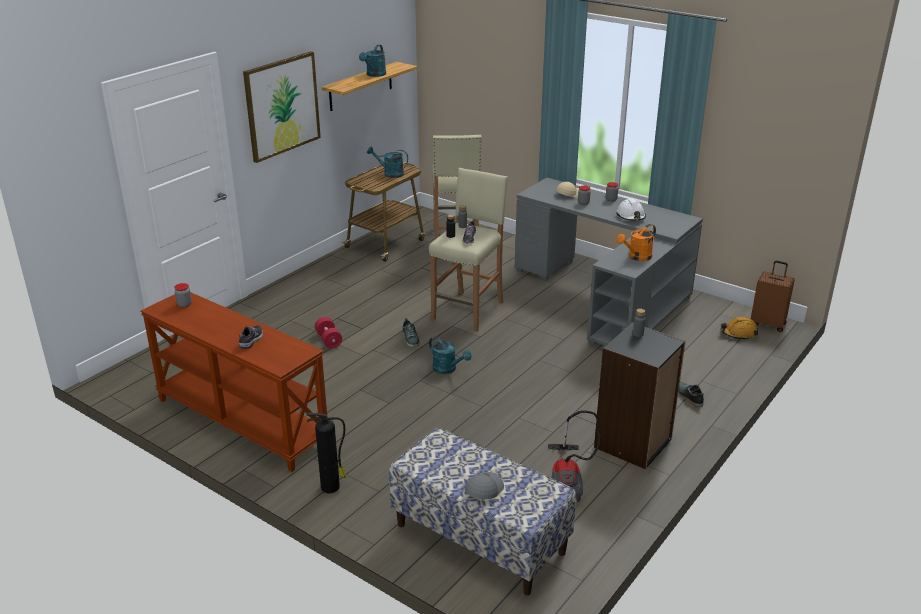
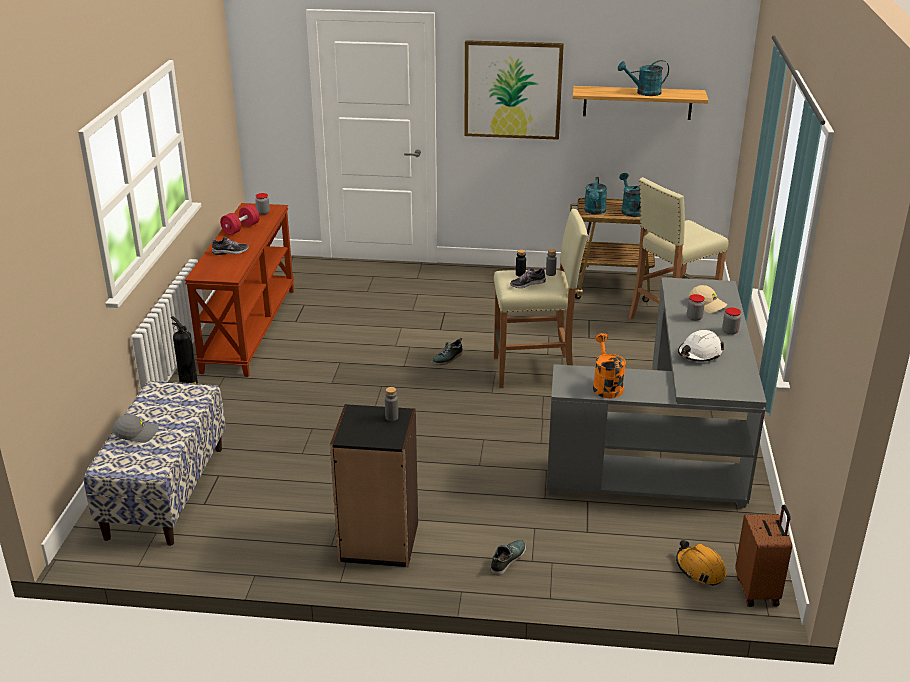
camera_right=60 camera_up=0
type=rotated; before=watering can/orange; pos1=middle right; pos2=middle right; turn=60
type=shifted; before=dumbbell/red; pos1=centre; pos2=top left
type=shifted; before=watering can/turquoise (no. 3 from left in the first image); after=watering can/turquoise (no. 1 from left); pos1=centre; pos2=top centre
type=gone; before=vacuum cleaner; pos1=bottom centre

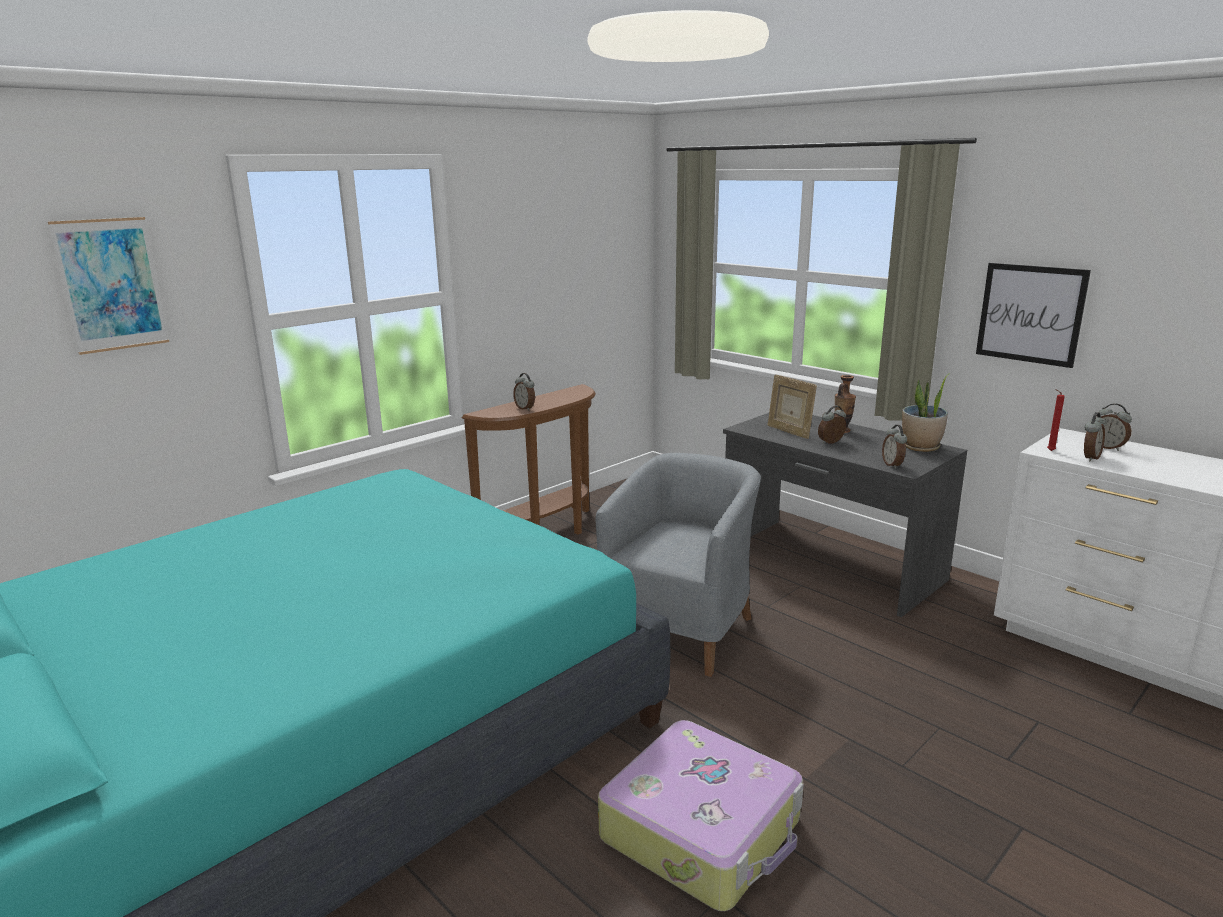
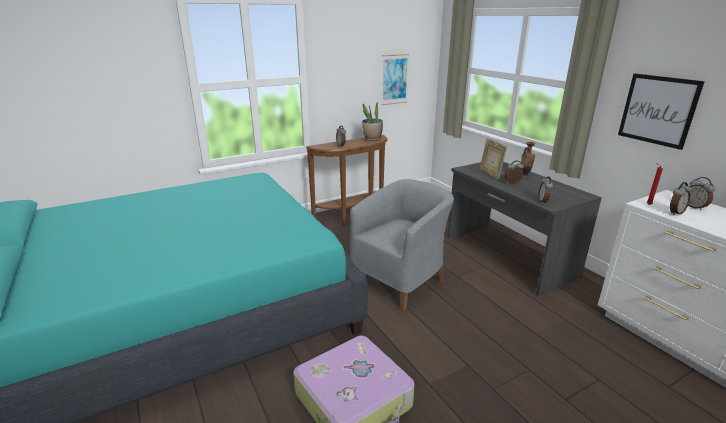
camera_right=15 camera_up=5
type=shifted; before=picture (no. 1 from left); pos1=top left; pos2=top centre
type=shifted; before=potted plant; pos1=middle right; pos2=top centre

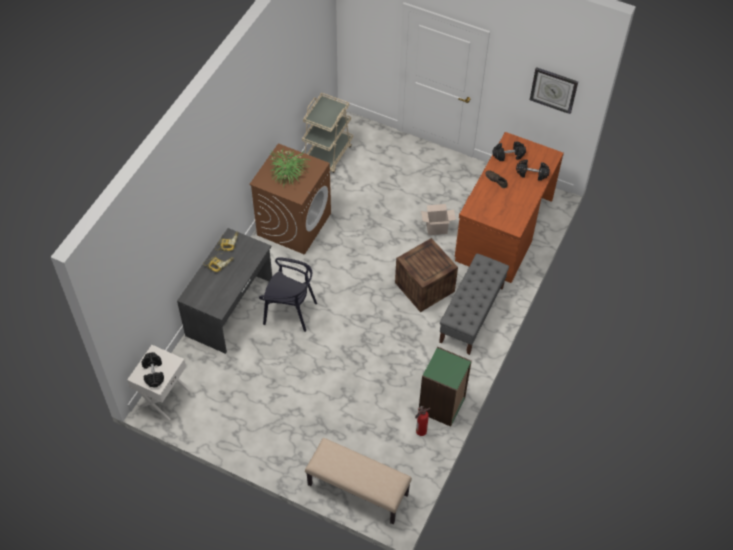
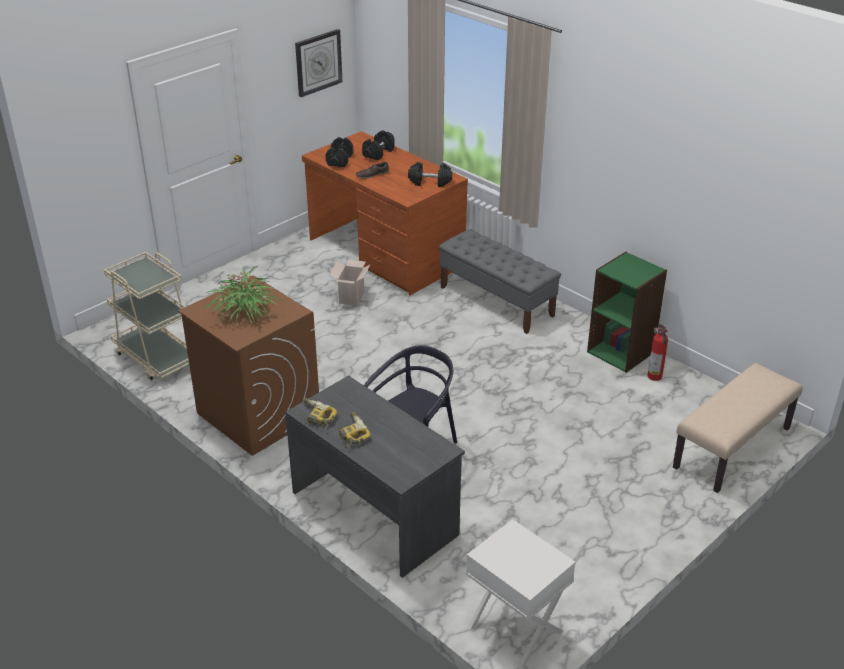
camera_right=-70 camera_up=-20
type=gone; before=crate; pos1=centre
type=shifted; before=dumbbell/black (no. 1 from left in the first image); after=dumbbell/black (no. 3 from left); pos1=bottom left; pos2=top centre

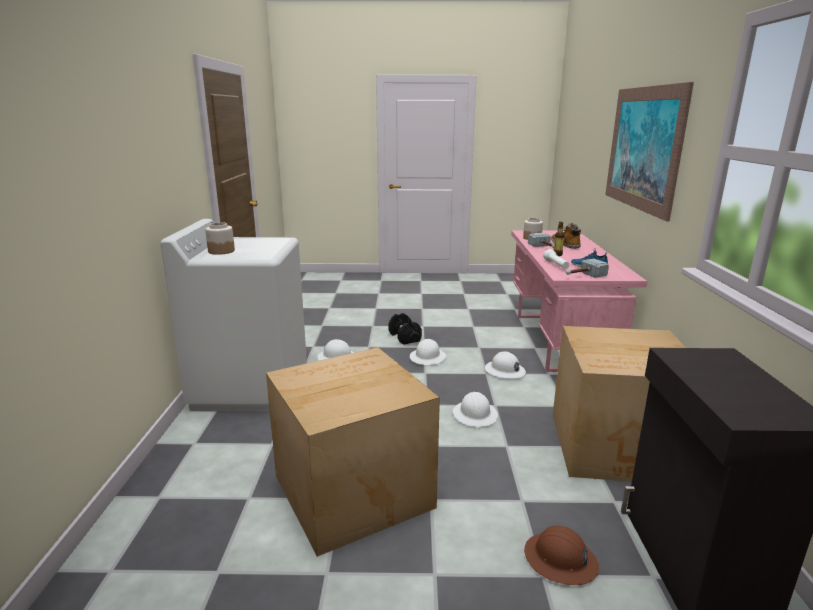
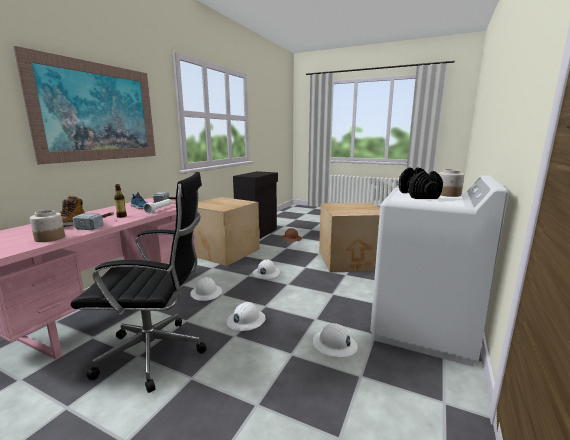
camera_right=-155 camera_up=-5
type=shifted; before=dumbbell/black; pos1=centre; pos2=middle right
type=new; after=office chair/black; pos2=middle left

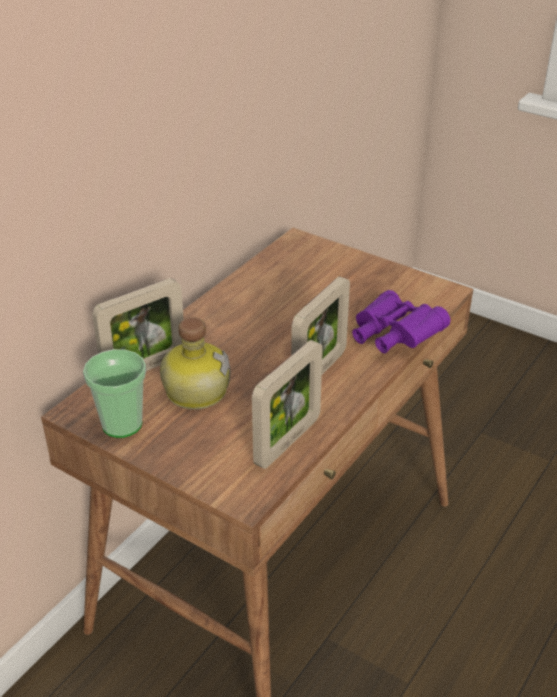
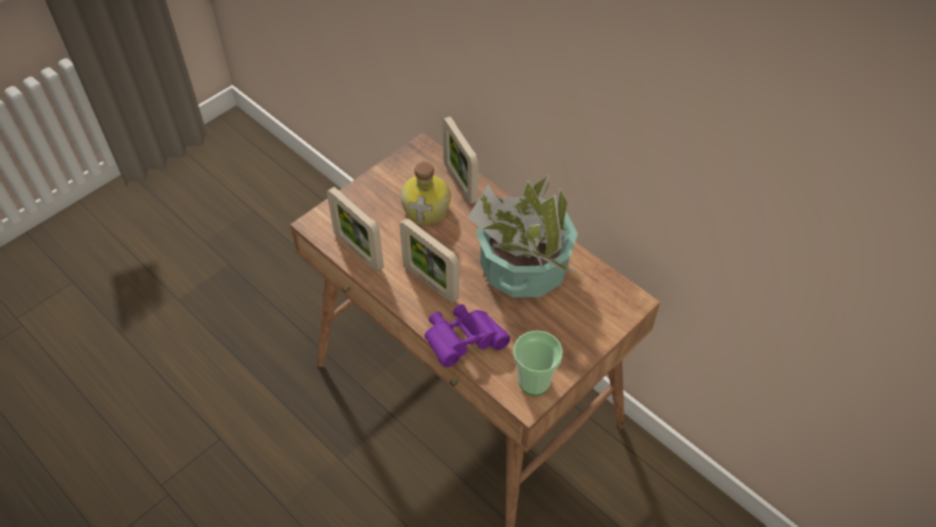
camera_right=100 camera_up=15
type=shifted; before=cup; pos1=middle left; pos2=bottom centre
type=new; after=potted plant; pos2=centre

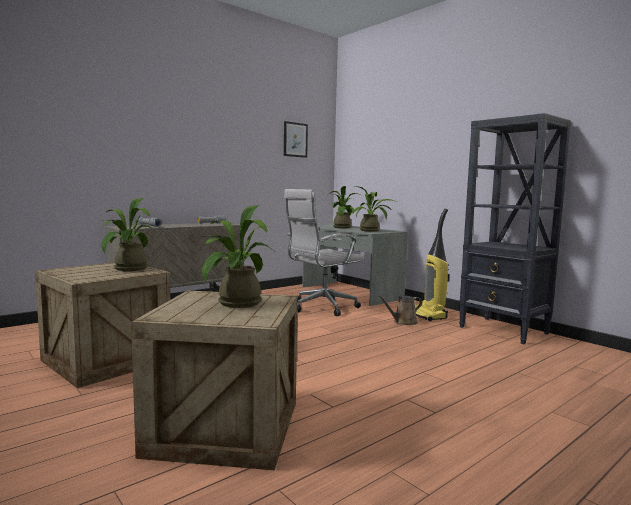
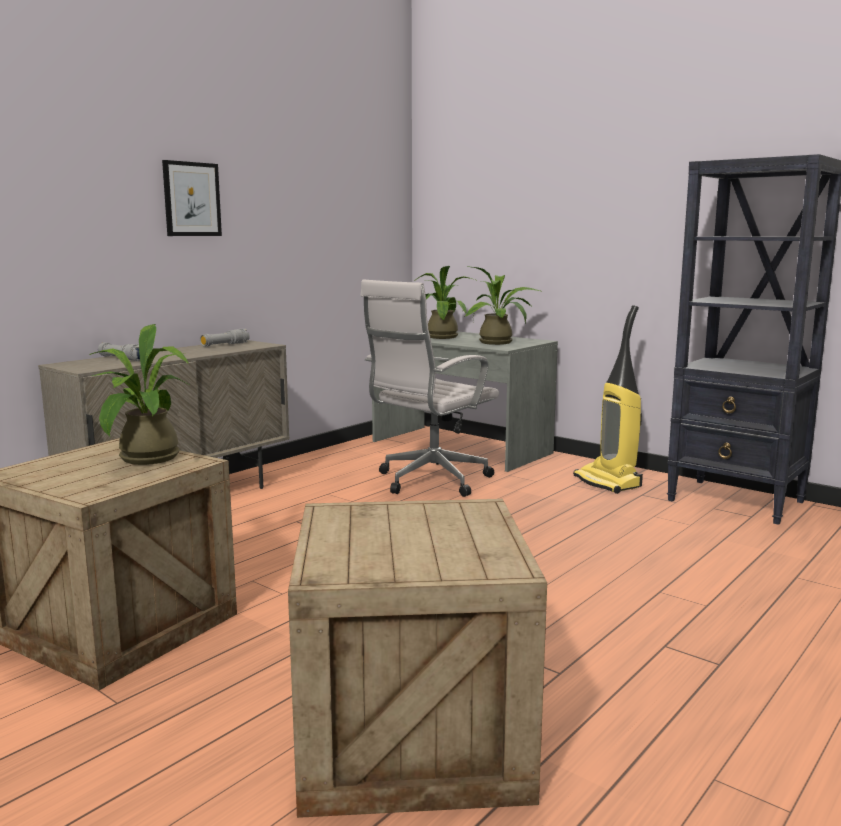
camera_right=-10 camera_up=5
type=shifted; before=picture; pos1=top centre; pos2=top left
type=gone; before=potted plant (no. 2 from left); pos1=centre
type=gone; before=watering can/brown; pos1=centre

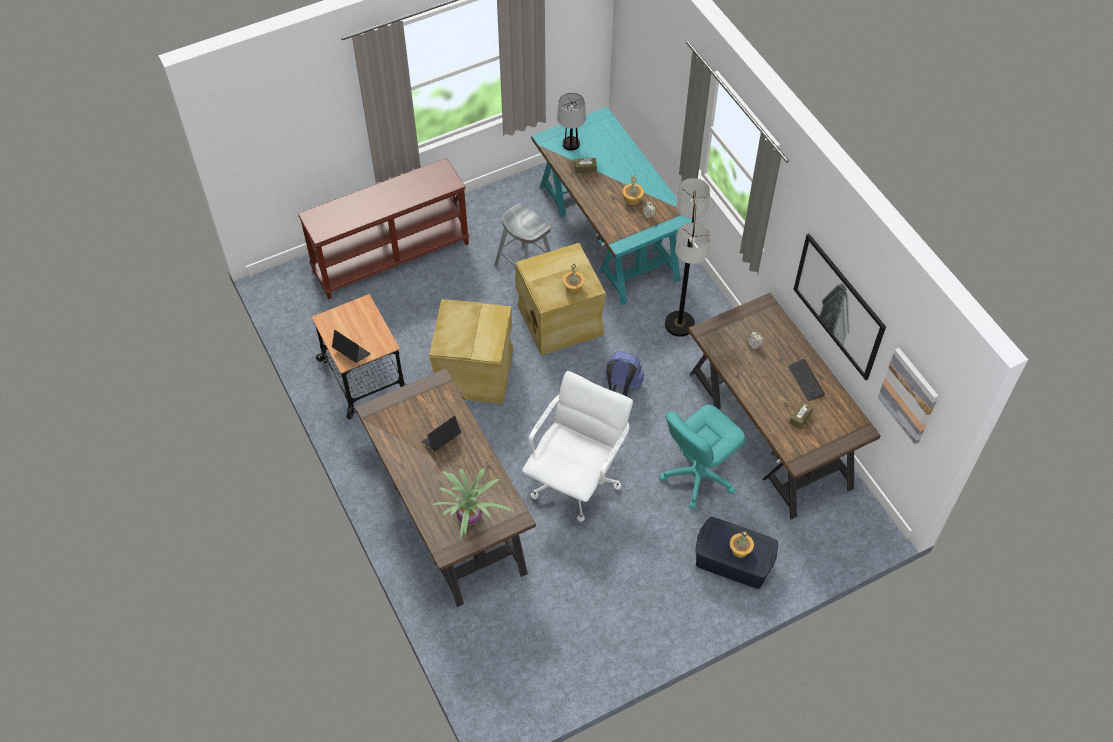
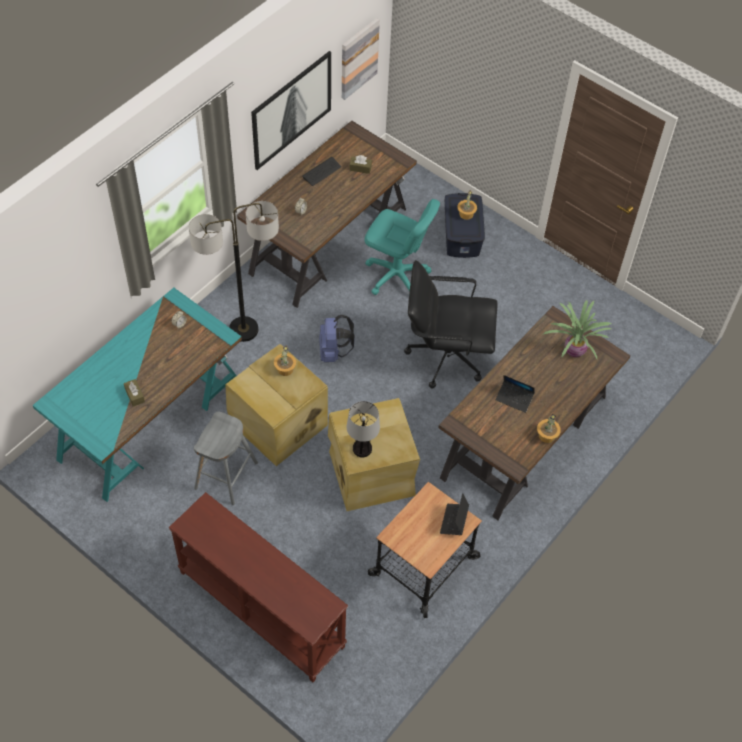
camera_right=-115 camera_up=0
type=shifted; before=table lamp; pos1=top centre; pos2=centre
type=shifted; before=potted plant (no. 3 from left); pos1=top centre; pos2=middle right
type=repainted; before=office chair/white; after=office chair/black; pos1=centre; pos2=centre

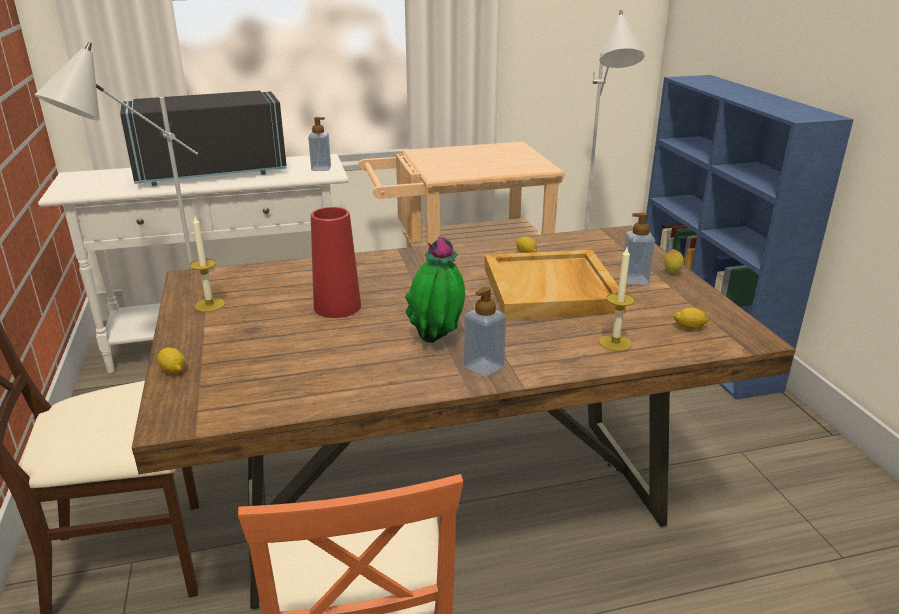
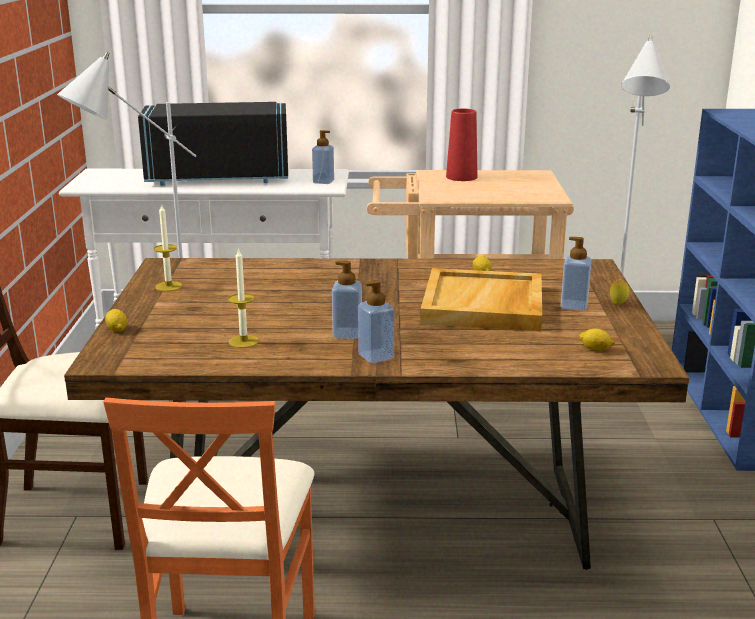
camera_right=15 camera_up=-5
type=shifted; before=vase/red; pos1=centre; pos2=top centre
type=swapped; before=potted plant; after=soap dispenser (no. 2 from left); pos1=centre; pos2=centre
type=shifted; before=candle (no. 2 from left); pos1=middle right; pos2=middle left

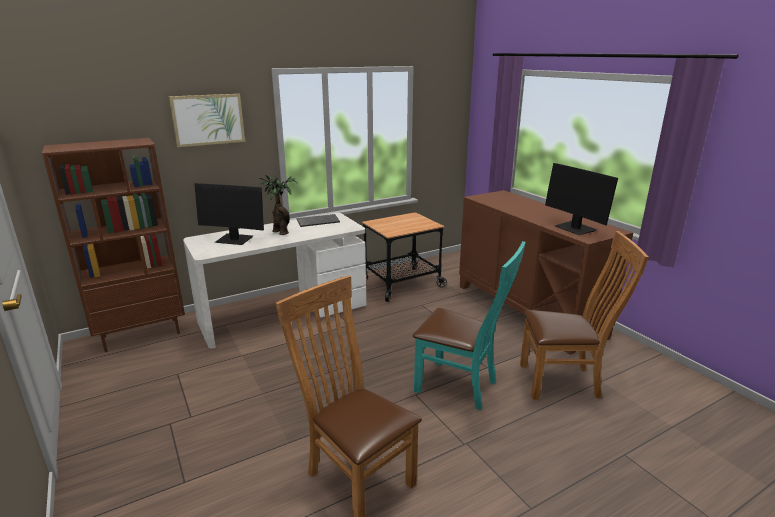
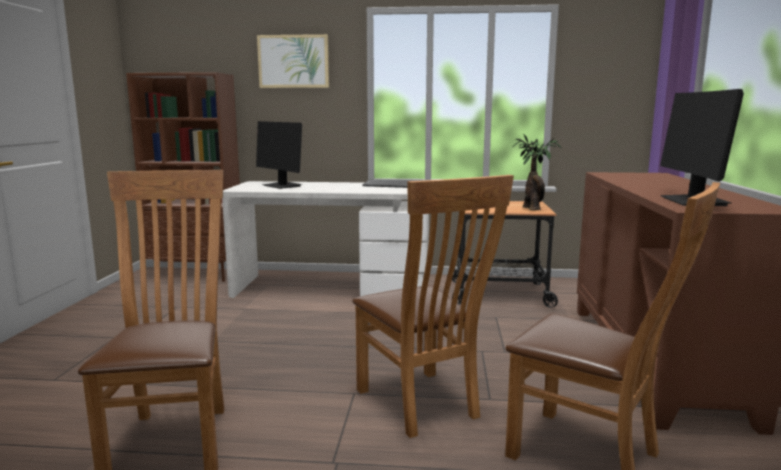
camera_right=35 camera_up=-10
type=shifted; before=potted plant; pos1=centre; pos2=middle right
type=repainted; before=chair/turquoise; after=chair/brown (no. 2 from left); pos1=centre; pos2=centre

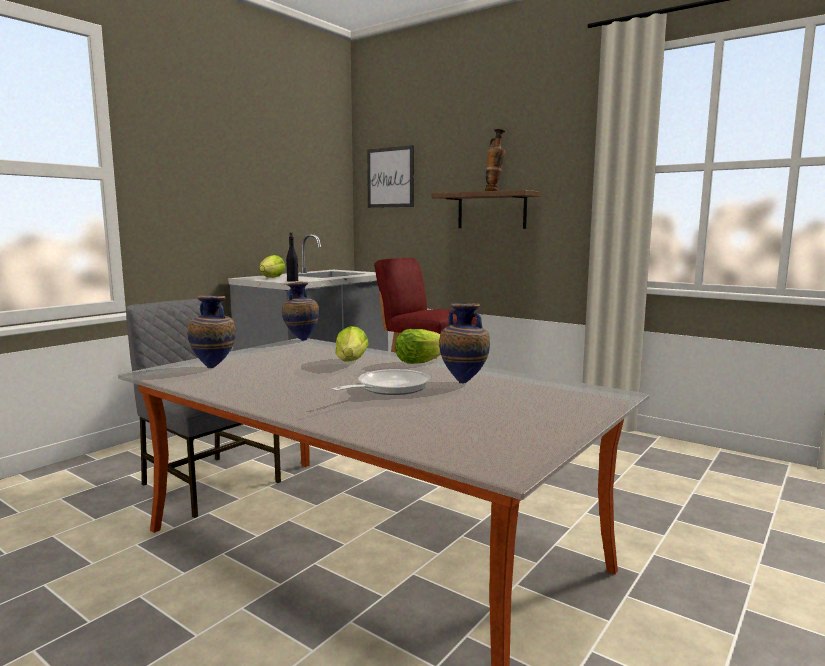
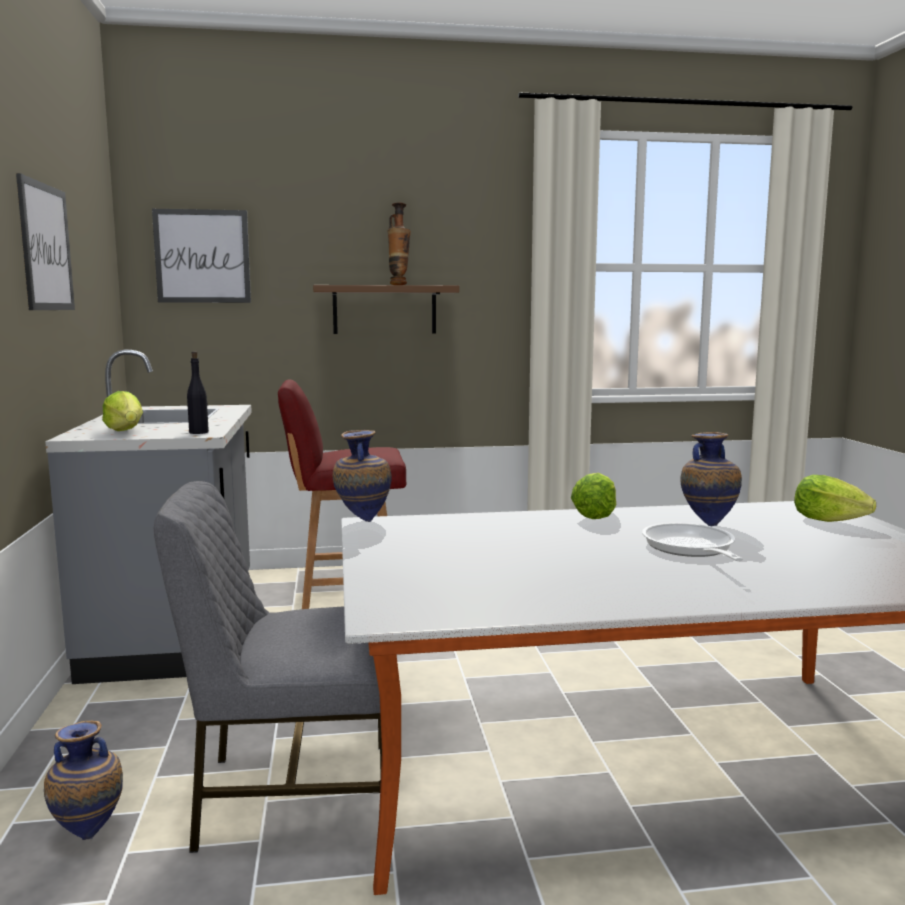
camera_right=-45 camera_up=0
type=shifted; before=vase (no. 1 from left); pos1=middle left; pos2=bottom left
type=shifted; before=lettuce (no. 2 from left in the first image); after=lettuce (no. 3 from left); pos1=centre; pos2=middle right
type=new; after=picture (no. 1 from left); pos2=top left

